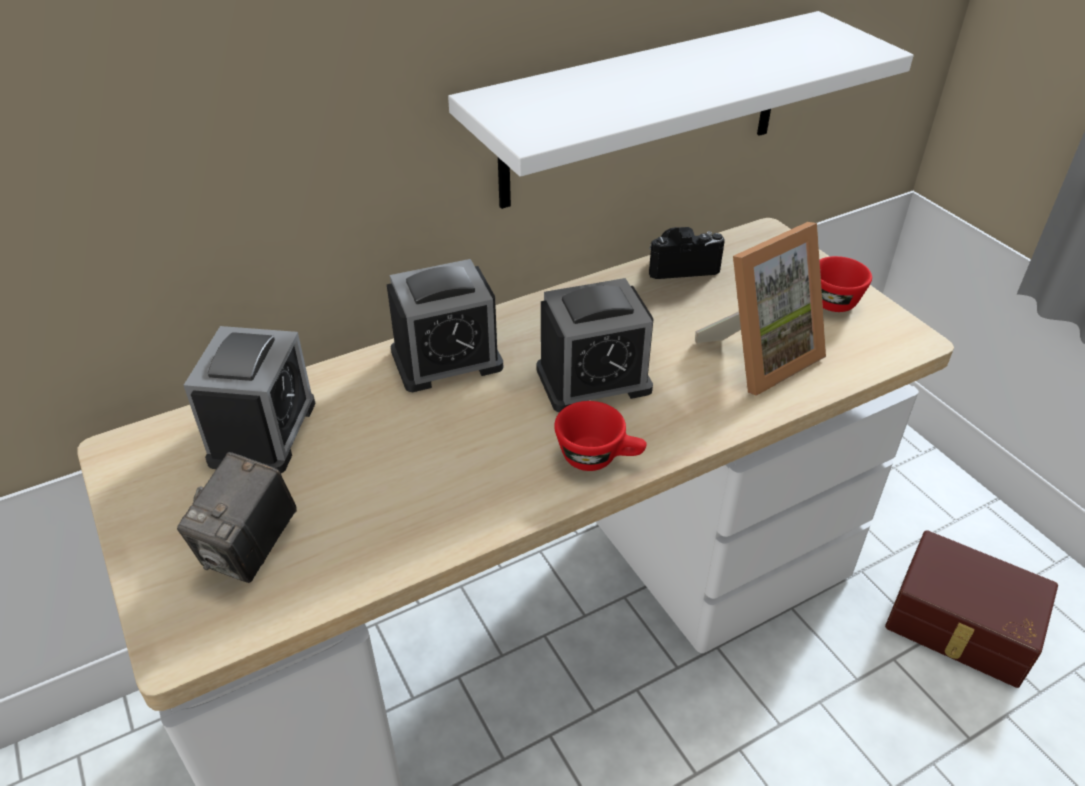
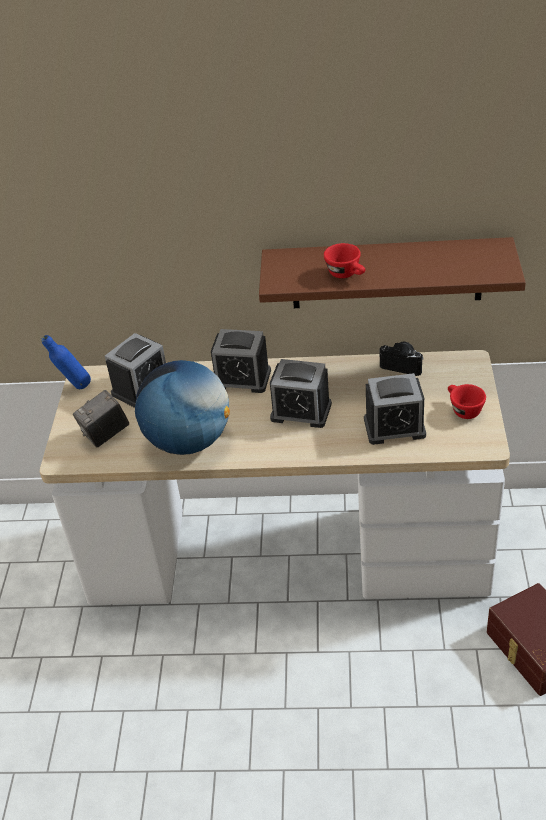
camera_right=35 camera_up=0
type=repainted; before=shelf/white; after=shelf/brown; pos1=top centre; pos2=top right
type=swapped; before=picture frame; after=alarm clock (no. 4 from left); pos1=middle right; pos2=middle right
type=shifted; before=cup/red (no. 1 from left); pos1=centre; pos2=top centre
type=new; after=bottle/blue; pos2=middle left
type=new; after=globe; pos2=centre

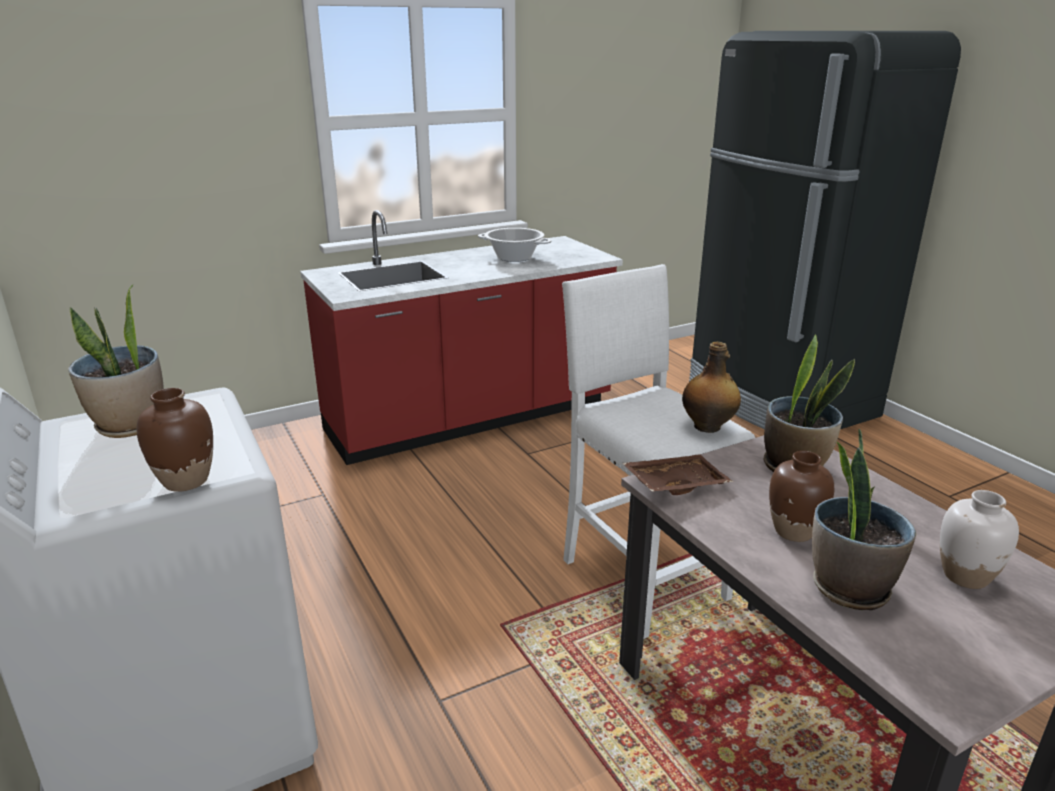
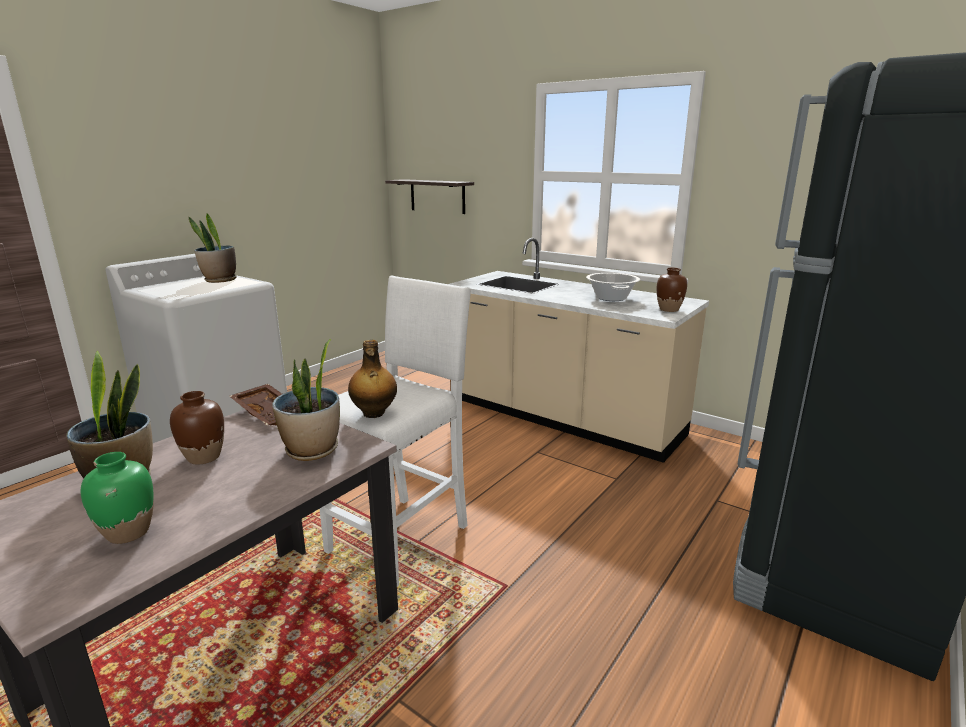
camera_right=65 camera_up=-5
type=repainted; before=counter/red; after=counter/beige; pos1=centre; pos2=centre
type=shifted; before=vase/brown (no. 1 from left in the first image); after=vase/brown (no. 2 from left); pos1=middle left; pos2=middle right
type=repainted; before=vase/white; after=vase/green; pos1=bottom right; pos2=bottom left
type=new; after=shelf; pos2=top centre

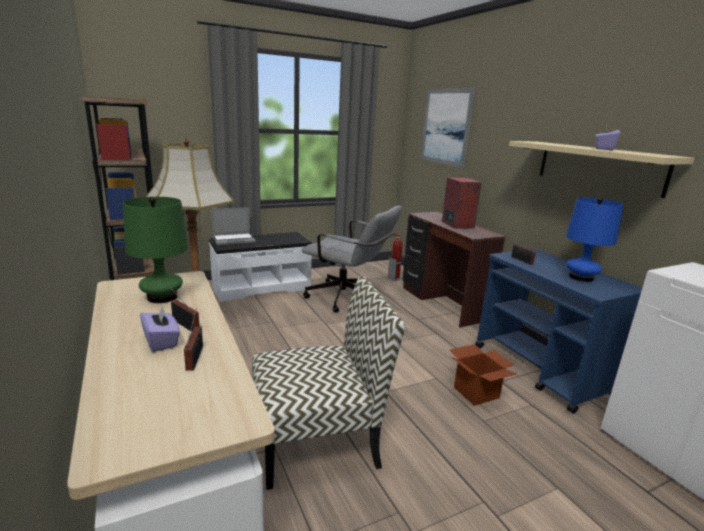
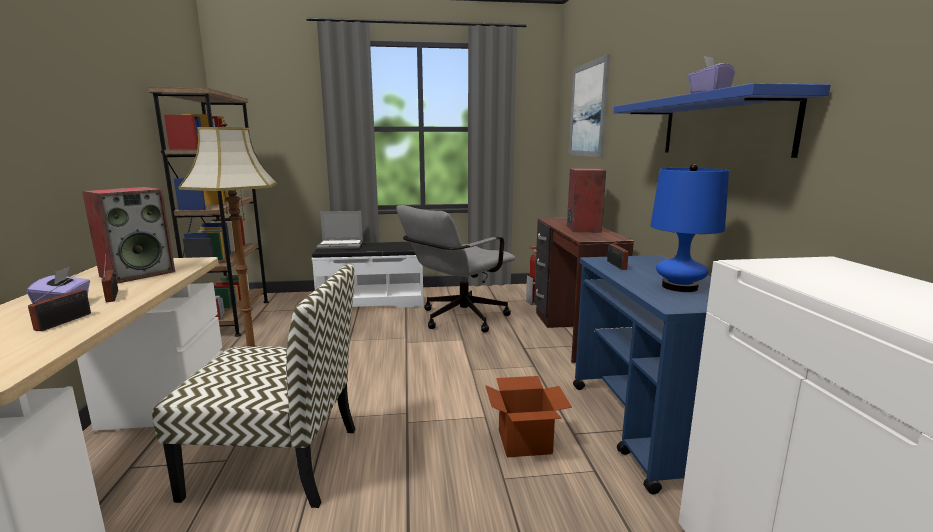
camera_right=20 camera_up=-5
type=repainted; before=shelf/beige; after=shelf/blue; pos1=top right; pos2=top right
type=swapped; before=table lamp/green; after=speaker (no. 1 from left); pos1=middle left; pos2=middle left
type=rotated; before=office chair/grey; pos1=centre; pos2=centre; turn=90

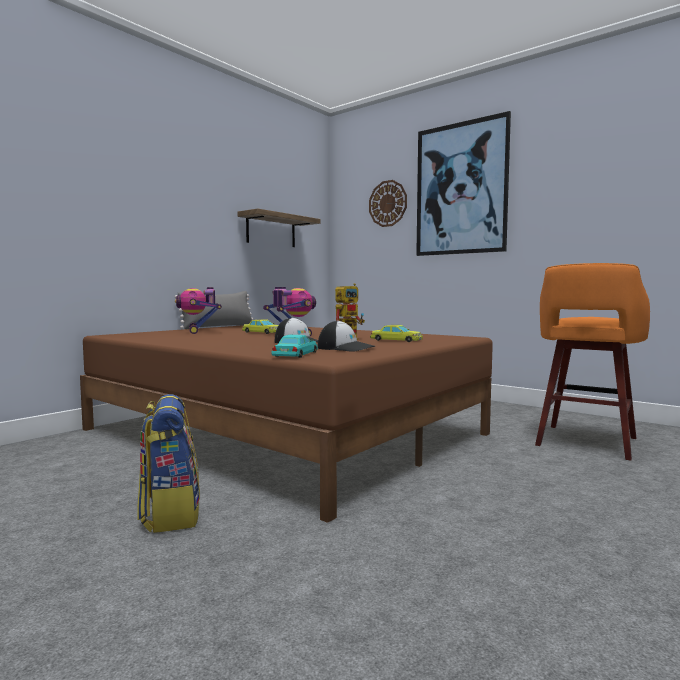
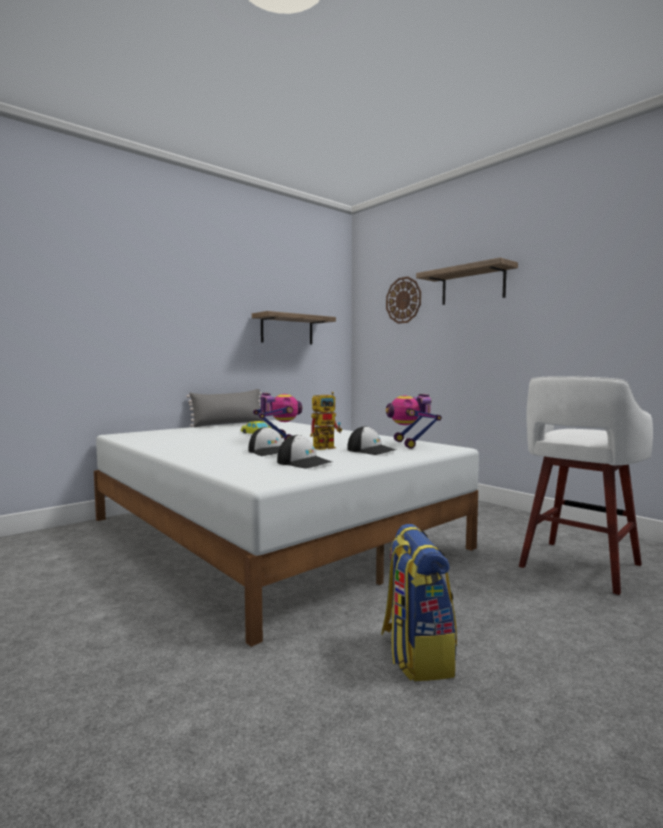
camera_right=10 camera_up=0
type=swapped; before=picture; after=shelf (no. 2 from left); pos1=top right; pos2=middle right
type=repainted; before=stool/orange; after=stool/white; pos1=middle right; pos2=middle right
type=shifted; before=toy robot (no. 1 from left in the first image); after=toy robot (no. 3 from left); pos1=middle left; pos2=centre
type=swapped; before=toy car/yellow (no. 2 from left); after=cap (no. 3 from left); pos1=centre; pos2=centre
type=repainted; before=bed/brown; after=bed/white; pos1=centre; pos2=centre
type=gone; before=toy car/turquoise; pos1=centre
type=shifted; before=backpack; pos1=bottom left; pos2=bottom centre

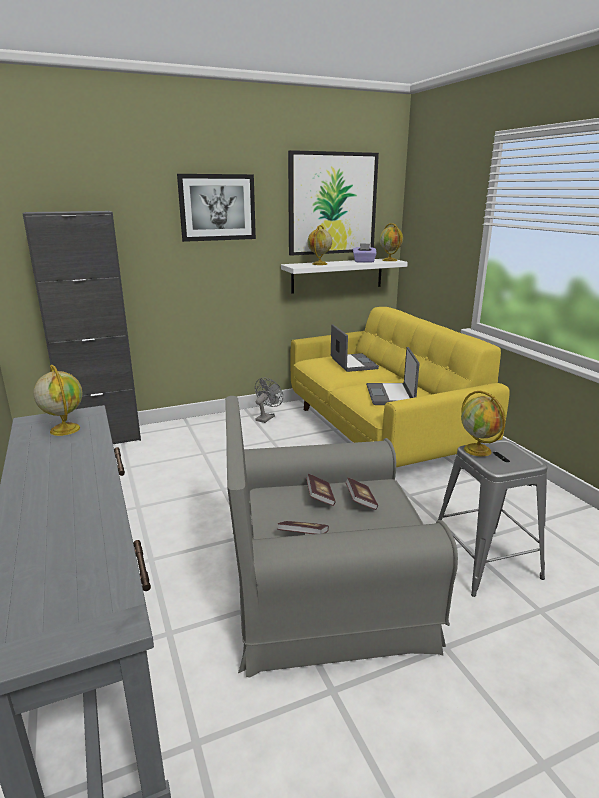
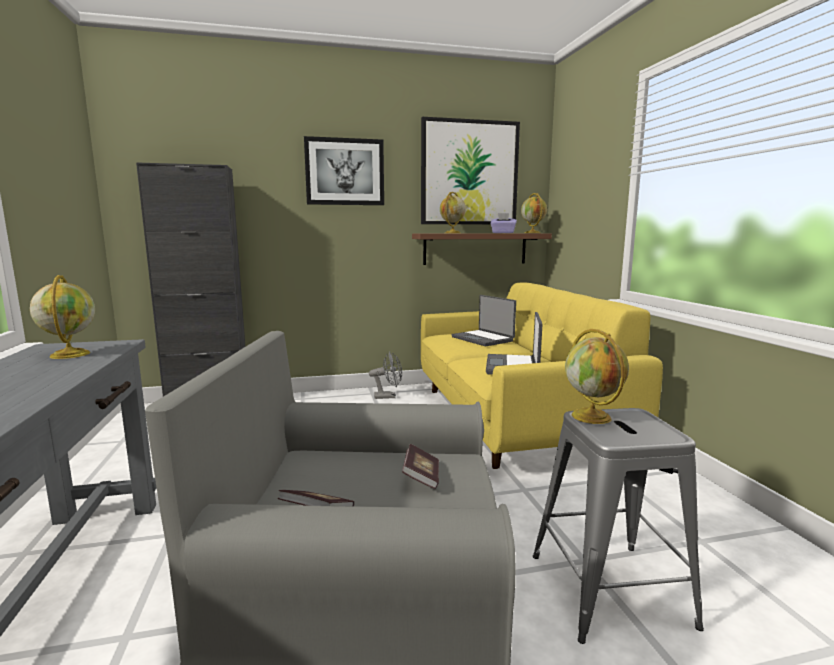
camera_right=10 camera_up=-10
type=repainted; before=shelf/white; after=shelf/brown; pos1=centre; pos2=centre
type=rotated; before=laptop (no. 1 from left); pos1=centre; pos2=centre; turn=150
type=rotated; before=fan/grey; pos1=centre; pos2=centre; turn=45
type=gone; before=book (no. 2 from left); pos1=centre

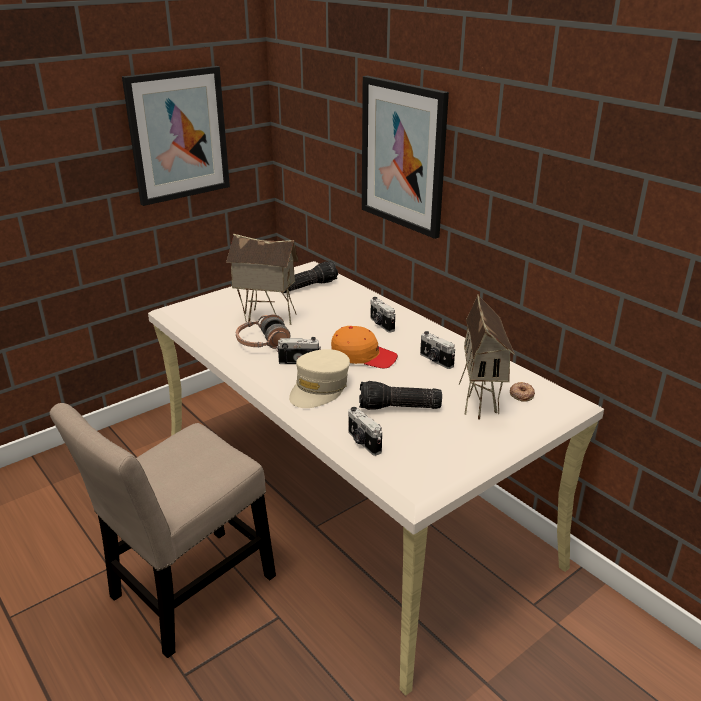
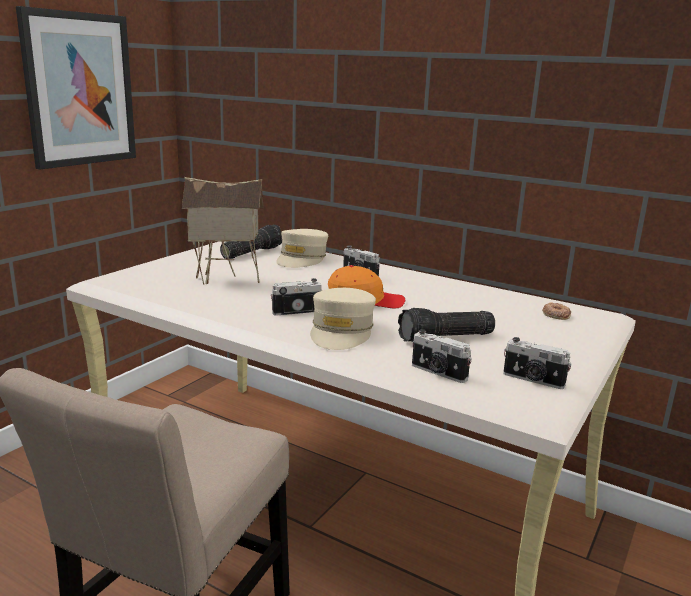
camera_right=-20 camera_up=-10
type=gone; before=picture (no. 2 from left); pos1=top centre
type=gone; before=toy house (no. 2 from left); pos1=middle right
type=gone; before=headphones; pos1=centre
type=shifted; before=photo camera (no. 4 from left); pos1=centre; pos2=middle right
type=new; after=cap/beige (no. 1 from left); pos2=centre

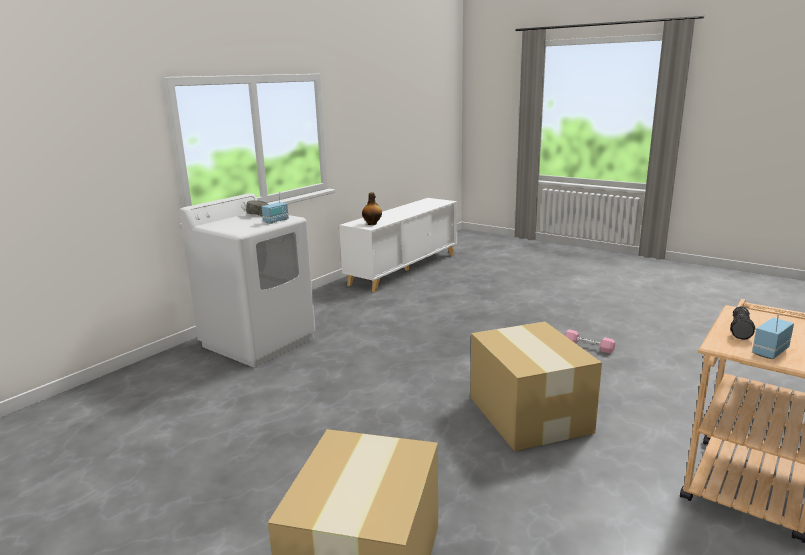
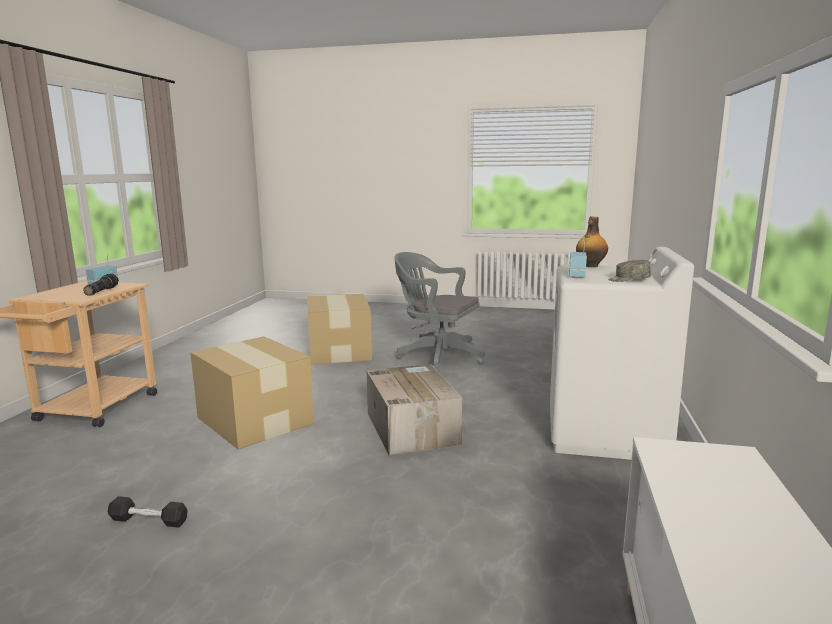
camera_right=155 camera_up=-5
type=shifted; before=bottle; pos1=centre; pos2=middle right
type=repainted; before=dumbbell/pink; after=dumbbell/black; pos1=middle right; pos2=bottom left
type=new; after=office chair/grey; pos2=centre
type=new; after=cardboard box (no. 3 from left); pos2=centre

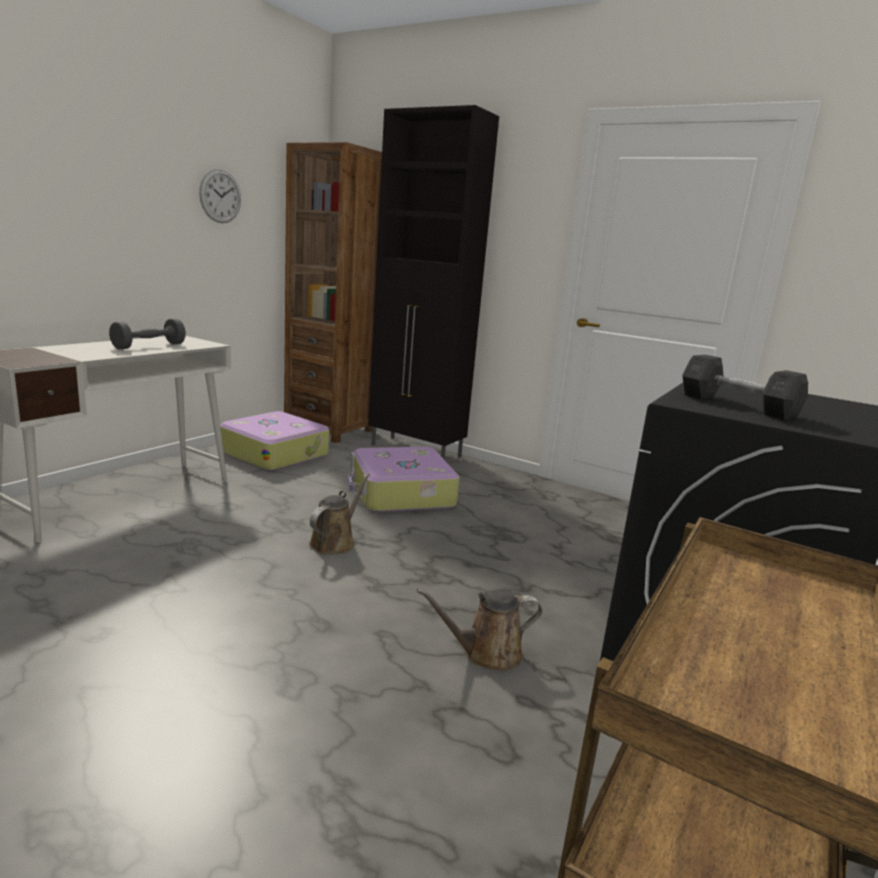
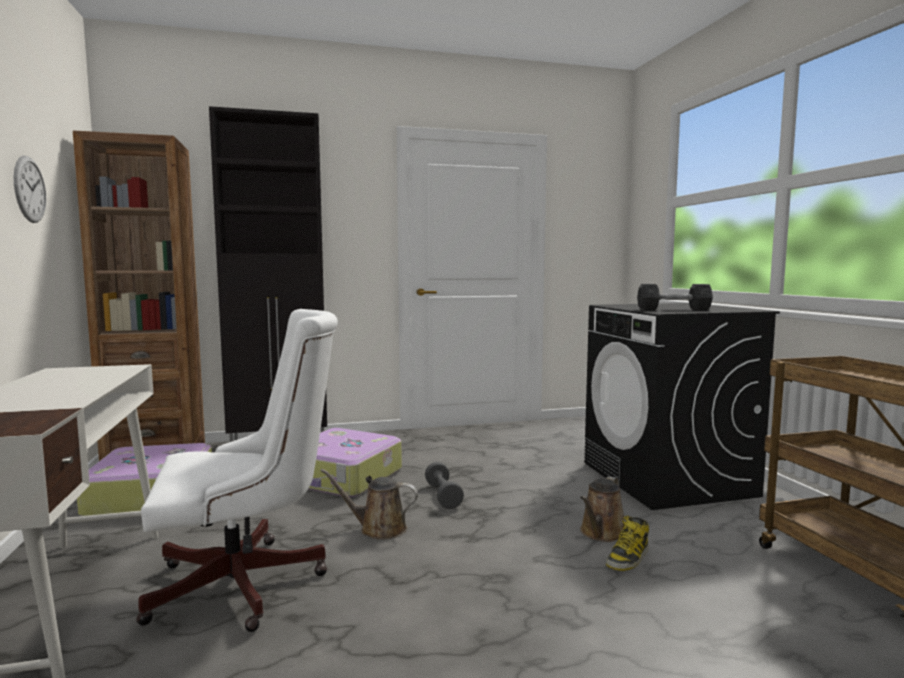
camera_right=-45 camera_up=-10
type=shifted; before=dumbbell/grey (no. 1 from left); pos1=middle left; pos2=bottom centre
type=rotated; before=watering can/brown (no. 1 from left); pos1=centre; pos2=bottom centre; turn=-60
type=new; after=office chair/white; pos2=bottom left
type=new; after=boot; pos2=bottom right

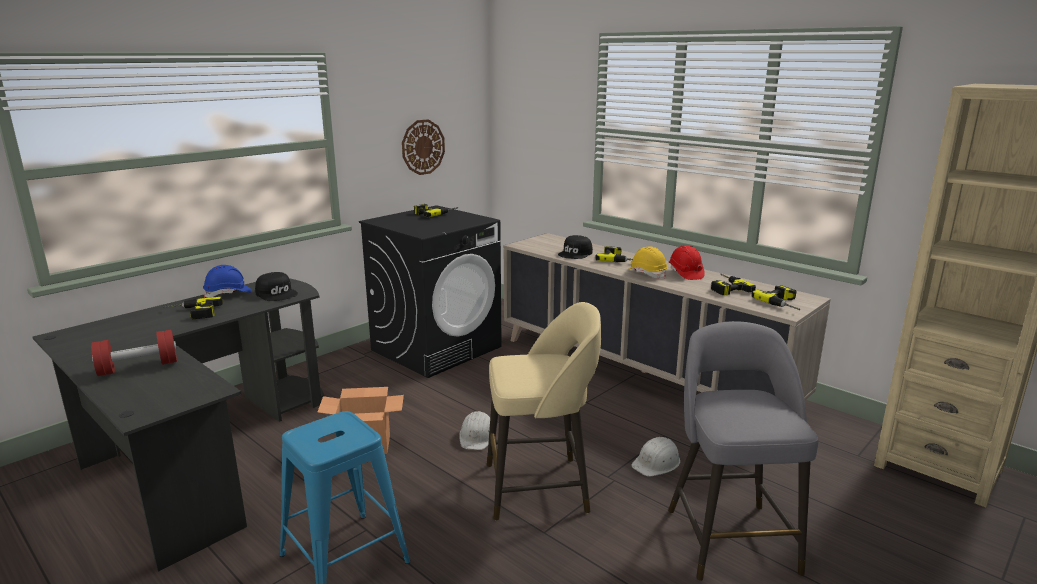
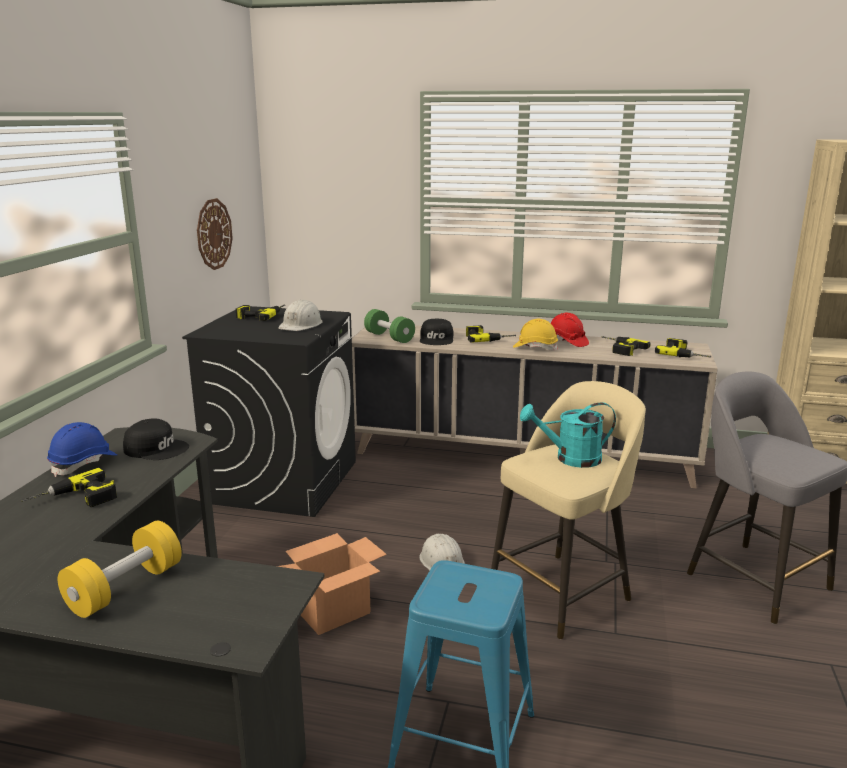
camera_right=-30 camera_up=0
type=repainted; before=dumbbell/red; after=dumbbell/yellow; pos1=middle left; pos2=bottom left
type=shifted; before=hard hat/white (no. 2 from left in the first image); after=hard hat/white (no. 1 from left); pos1=bottom centre; pos2=centre
type=new; after=dumbbell/green; pos2=centre
type=new; after=watering can/turquoise; pos2=middle right

